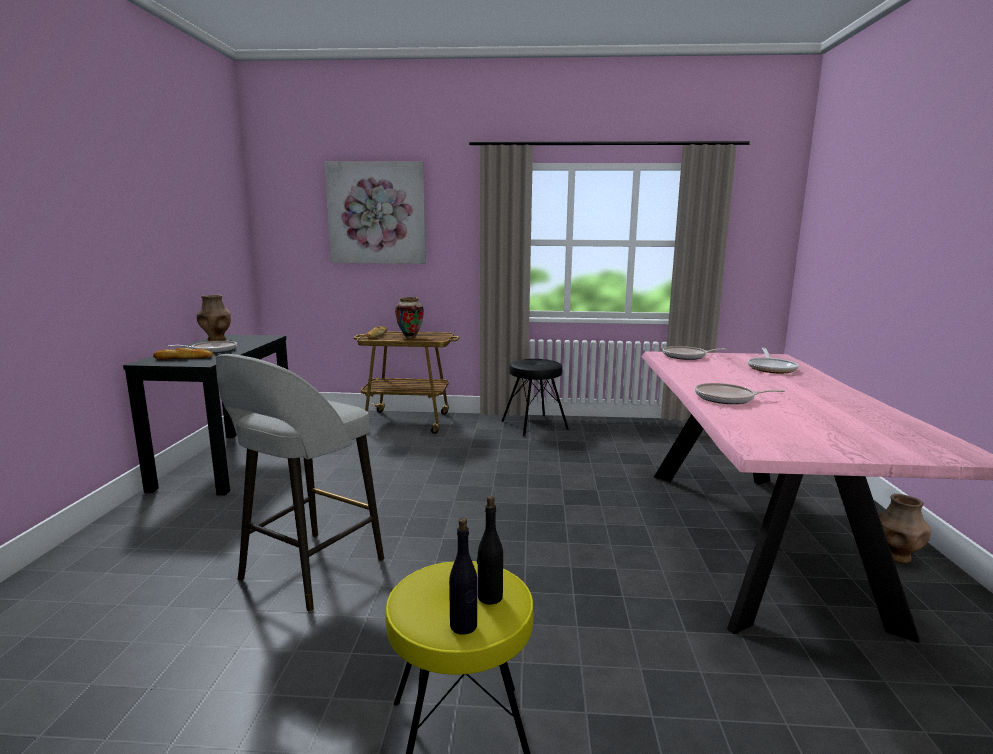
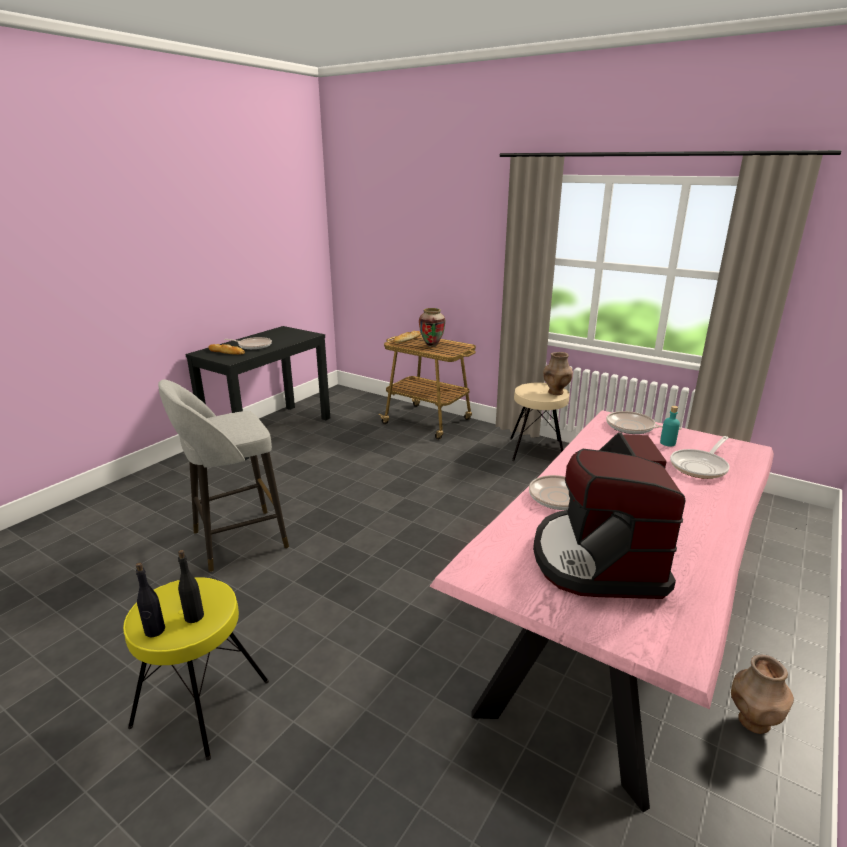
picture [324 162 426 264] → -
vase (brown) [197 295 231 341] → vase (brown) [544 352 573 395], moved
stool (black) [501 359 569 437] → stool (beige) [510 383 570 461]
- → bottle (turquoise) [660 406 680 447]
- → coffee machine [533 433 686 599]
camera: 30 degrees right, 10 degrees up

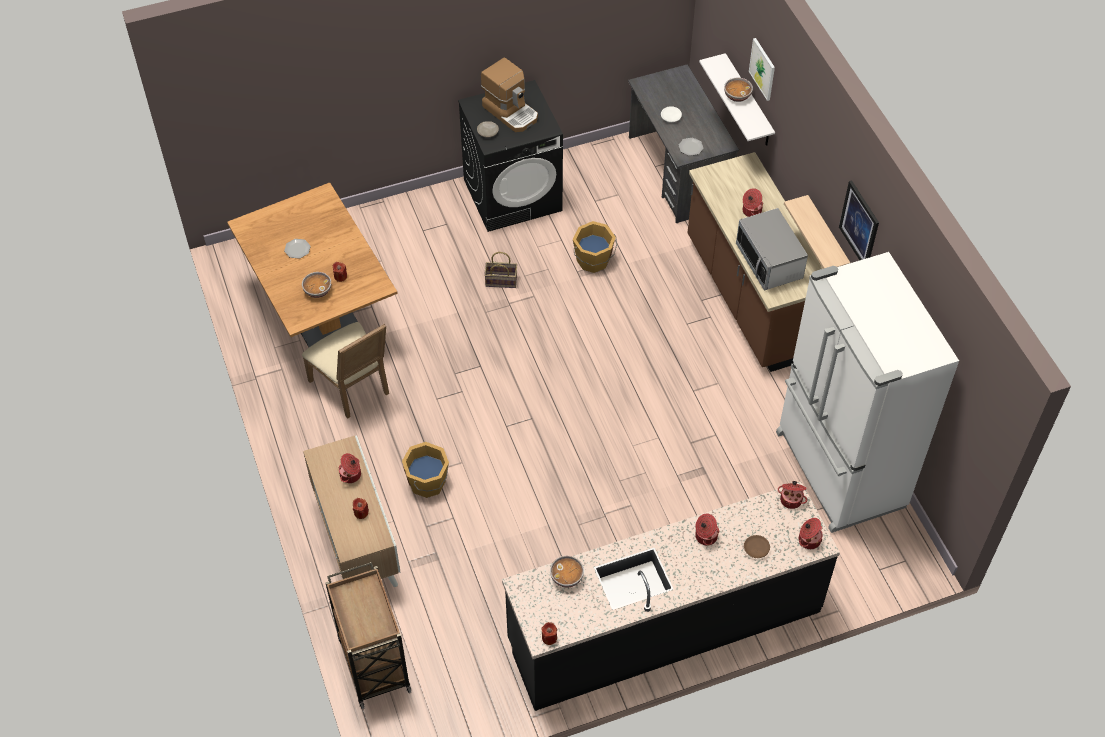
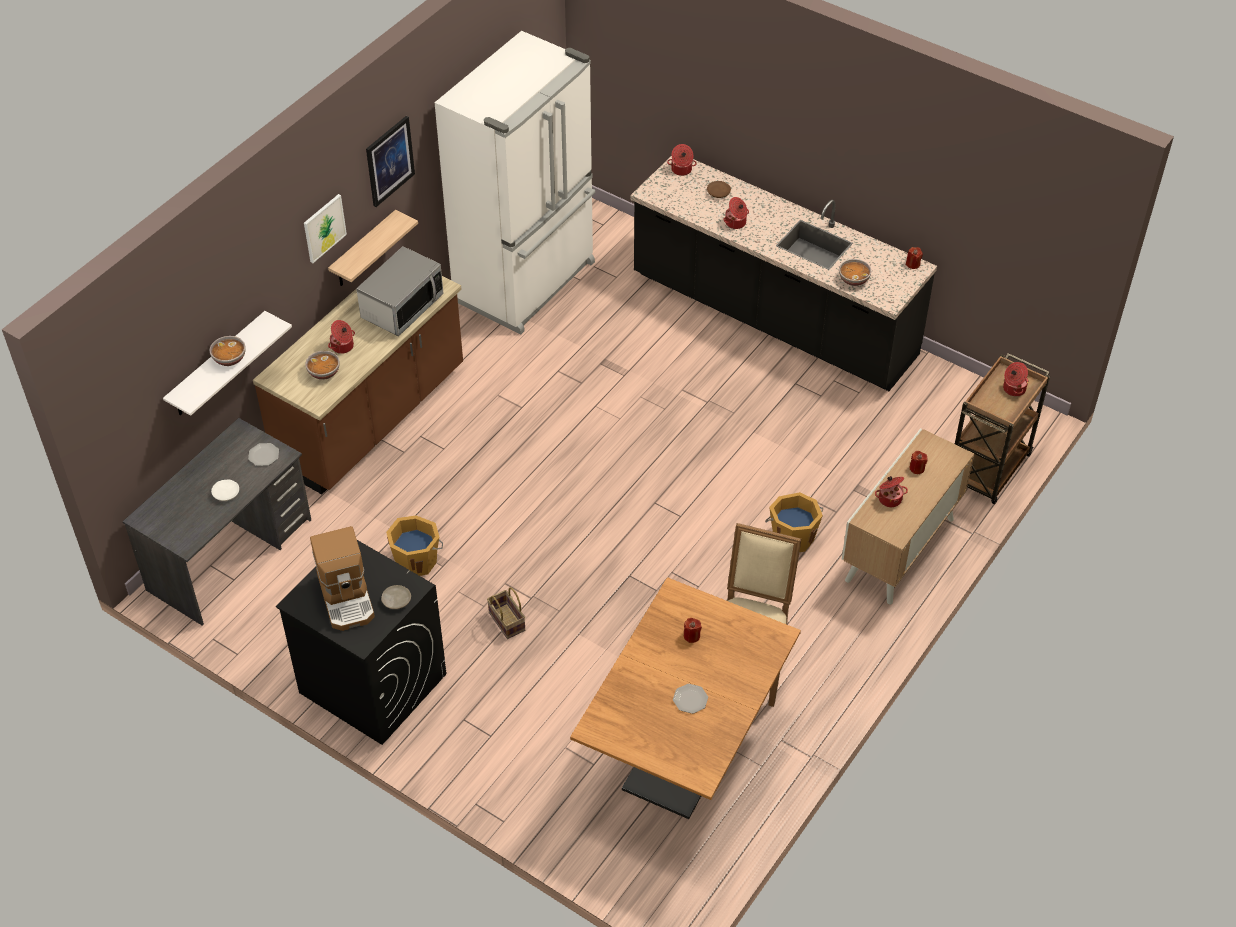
picture [749 38 775 101] → picture [304 194 347 263], moved
coffee machine [481 58 538 132] → coffee machine [310 526 375 631], 150 degrees clockwise
bowl [302 272 331 298] → bowl [305 351 340 380], moved
cooking pot [778 481 807 509] → cooking pot [1003 362 1028 396], moved
camera: 125 degrees left, 5 degrees down

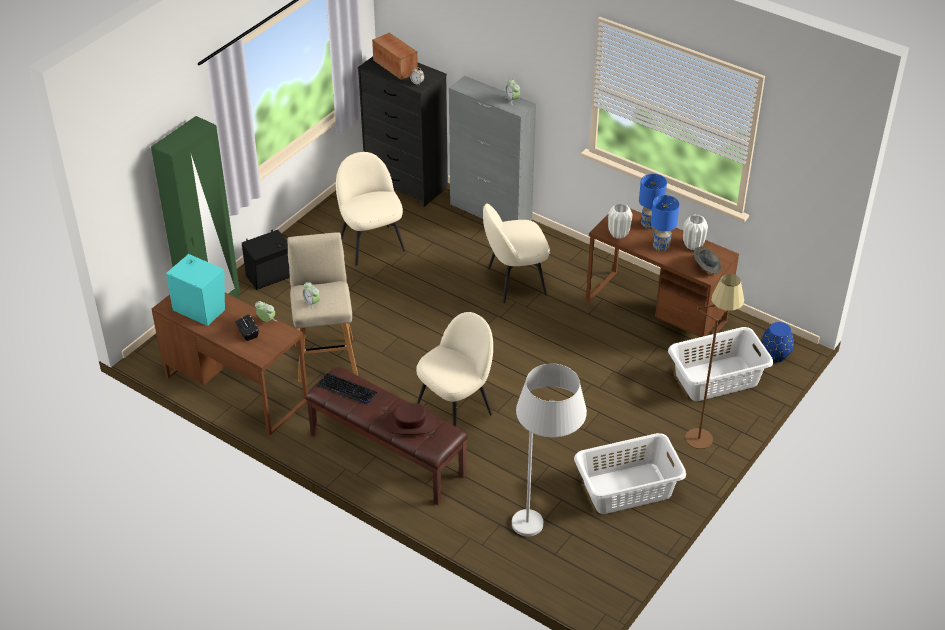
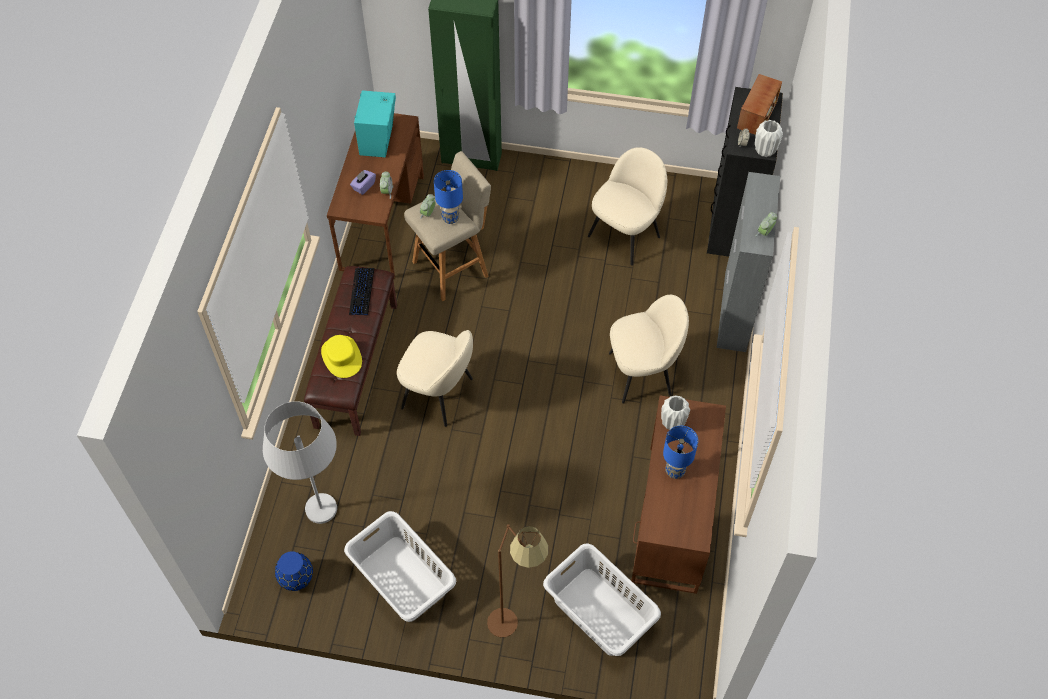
table lamp (blue) [639 174 667 229] → table lamp (blue) [434 170 463 224], moved
chair (beige) [483 204 550 303] → chair (beige) [609 295 689 404], 120 degrees clockwise
vase (white) [683 215 708 250] → vase (white) [755 120 783 157], moved
speaker (black) [242 230 290 290] → -
hat (grey) [693 247 721 274] → -
tissue box (black) [235 315 259 341] → tissue box (purple) [350 170 376 195]
vase (blue) [761 322 794 363] → vase (blue) [275 551 313 591], moved
hat (brown) [385 403 436 434] → hat (yellow) [321 335 362 378]
camera: 65 degrees right, 15 degrees up

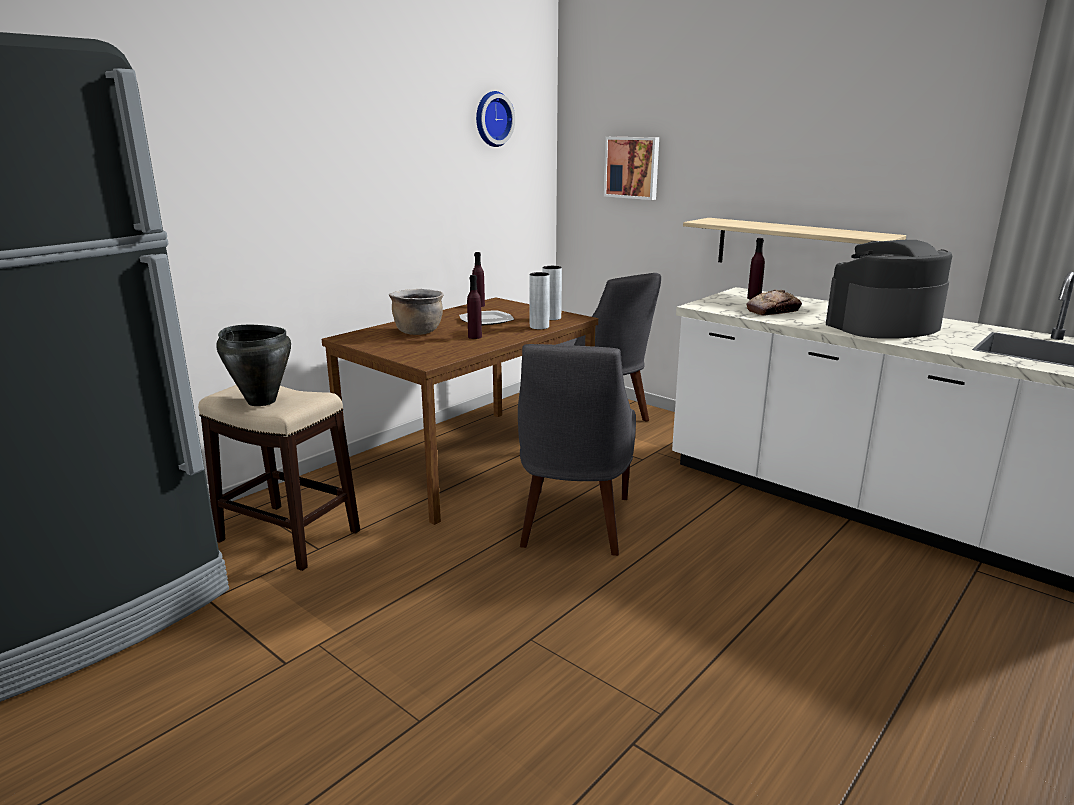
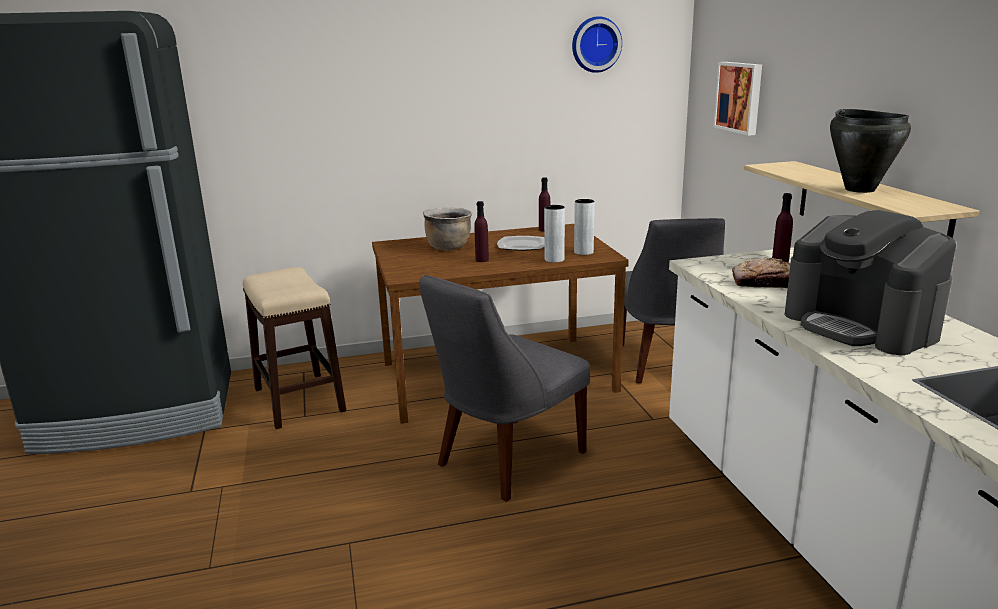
coffee machine [826 240 952 339] → coffee machine [785 210 956 355], 135 degrees counterclockwise
cooking pot (black) [216 325 291 406] → cooking pot (black) [830 109 911 193], moved
camera: 35 degrees right, 0 degrees up

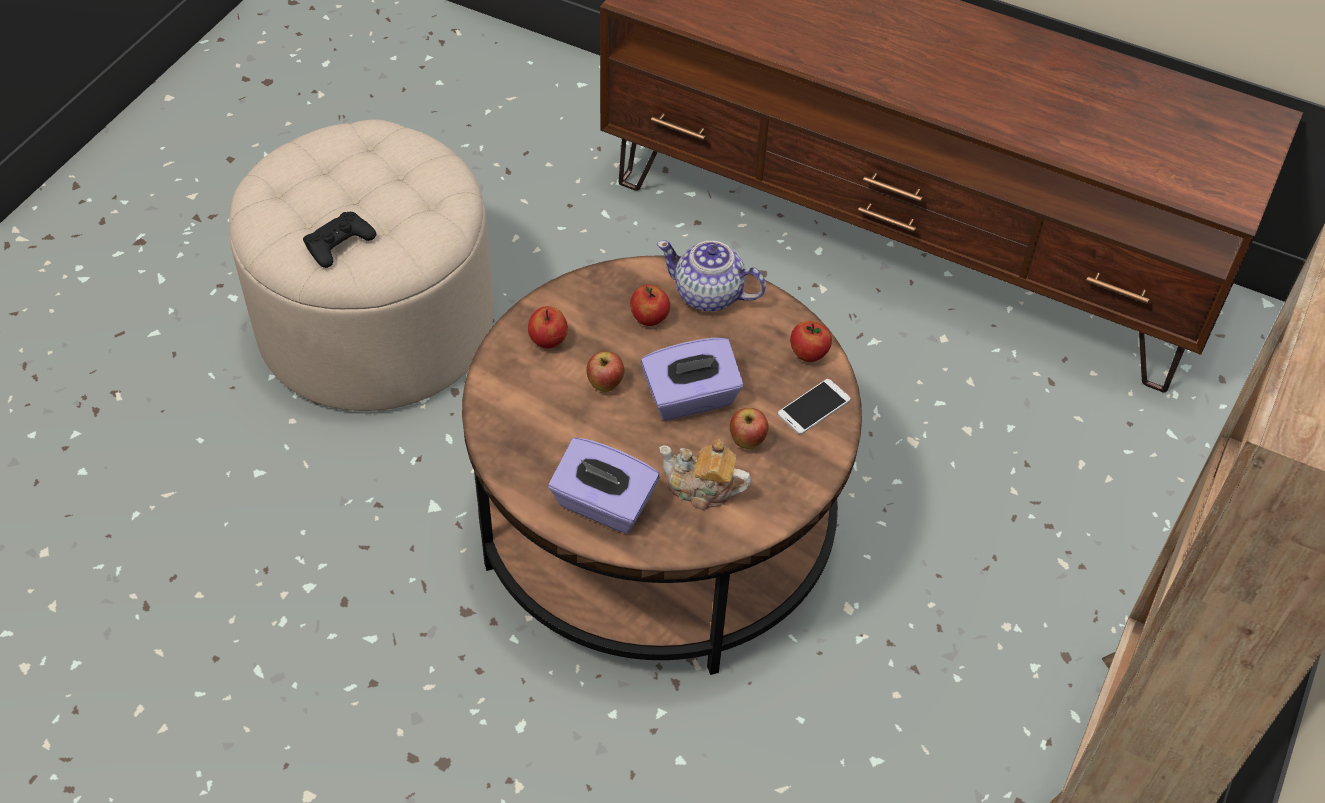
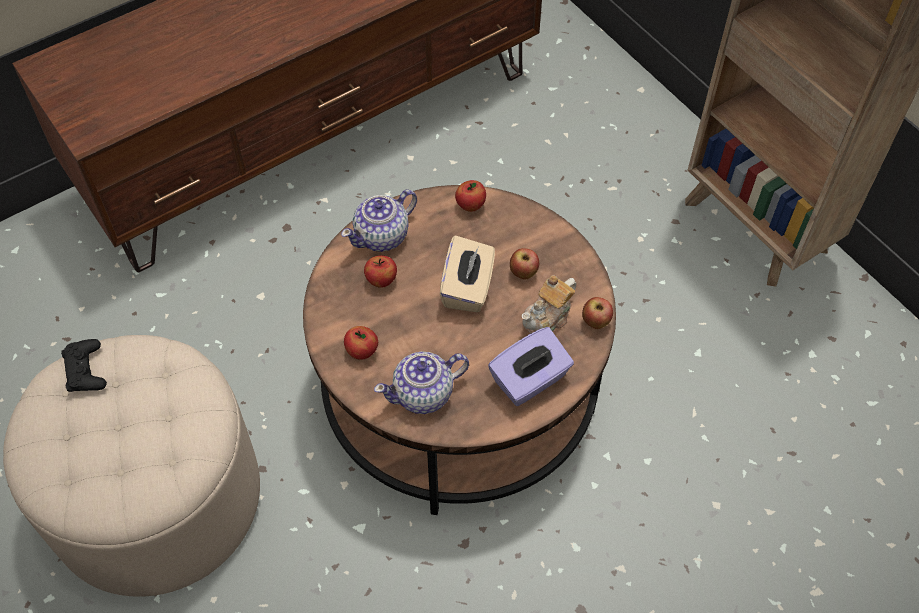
game controller (black) [303 212 376 268] → game controller (black) [61 339 107 392], moved
tissue box (purple) [641 338 744 420] → tissue box (beige) [440 235 495 312]
apple [586 351 625 392] → apple [582 297 613 329], moved
phone [778 379 851 434] → -
- → teapot [374 351 469 414]
camera: 60 degrees left, 5 degrees up

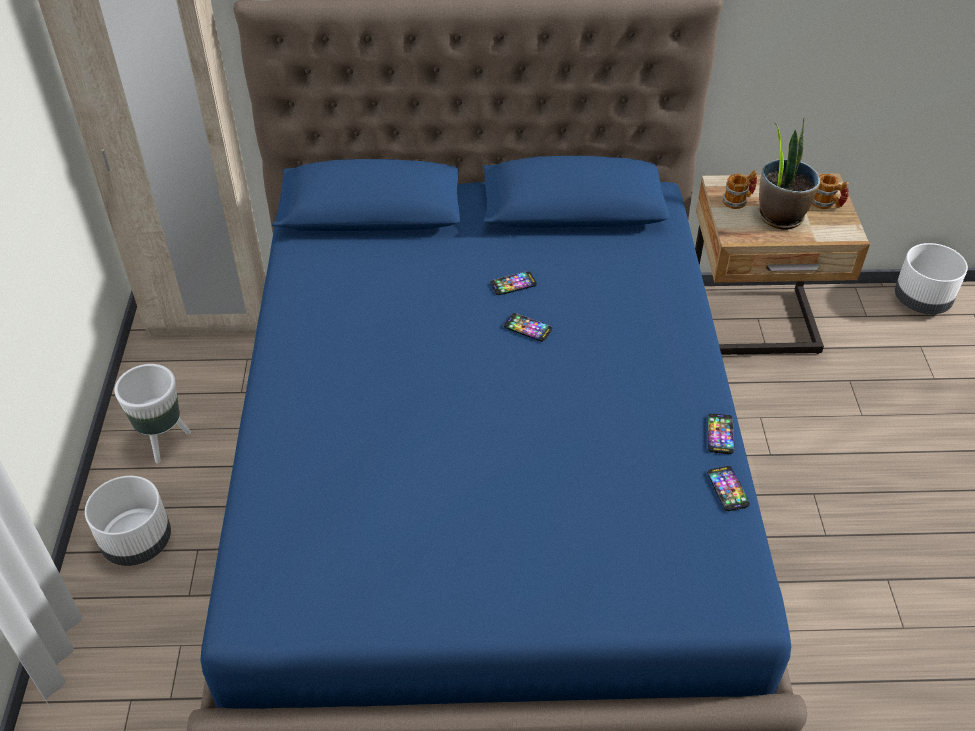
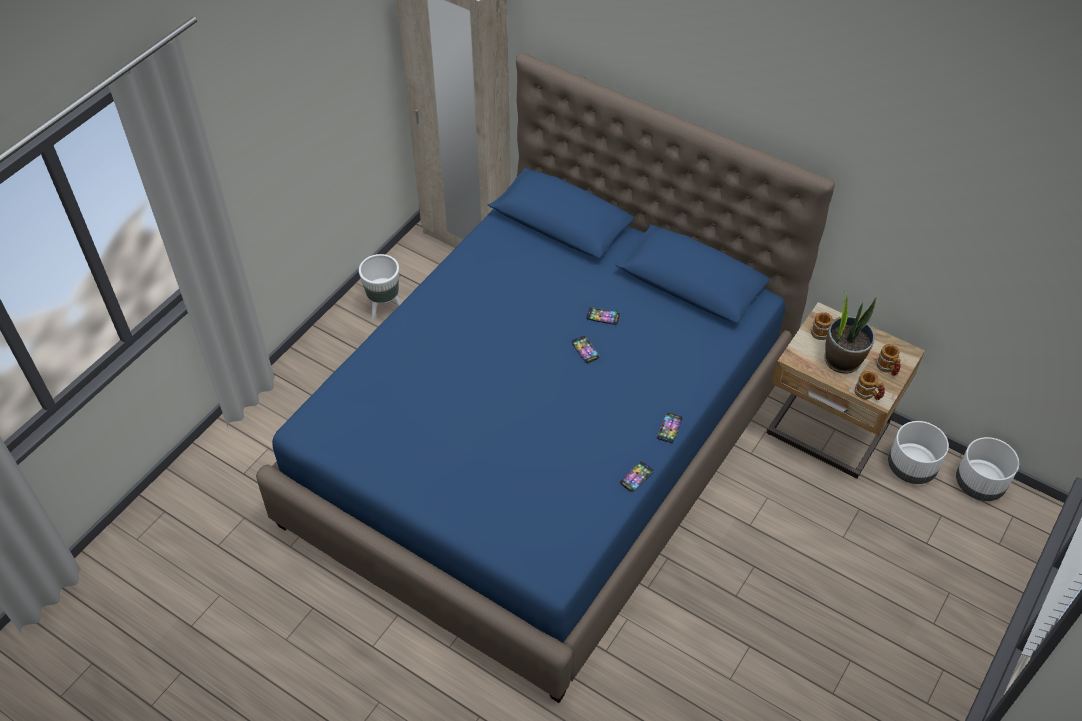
phone [707 466 750 511] → phone [657 413 682 443], moved
planter (white) [85 476 171 566] → planter (white) [888 421 949 484], moved
- → mug [855 371 885 400]
camera: 35 degrees right, 5 degrees up

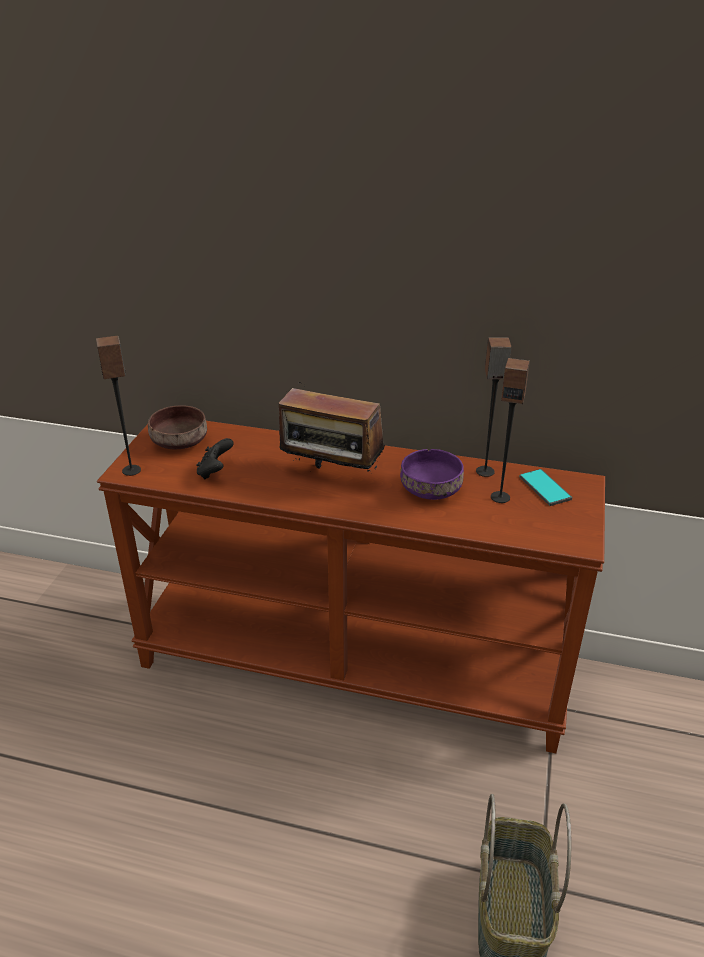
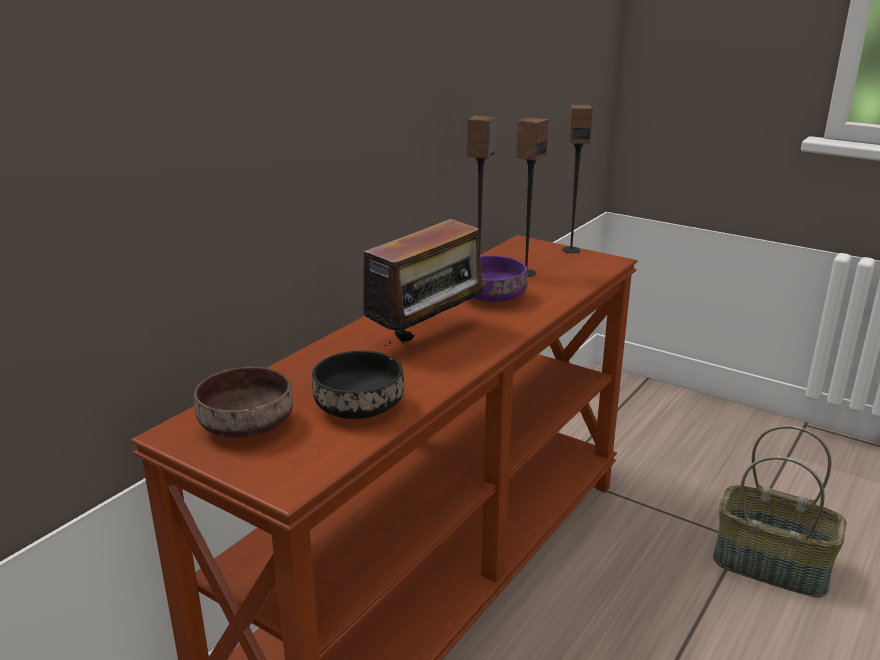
speaker [96 336 141 476] → speaker [562 105 593 253], moved
game controller (black) [196 438 234 480] → bowl (black) [312 351 404 419]
phone [519 469 572 506] → -
camera: 70 degrees left, 10 degrees down

